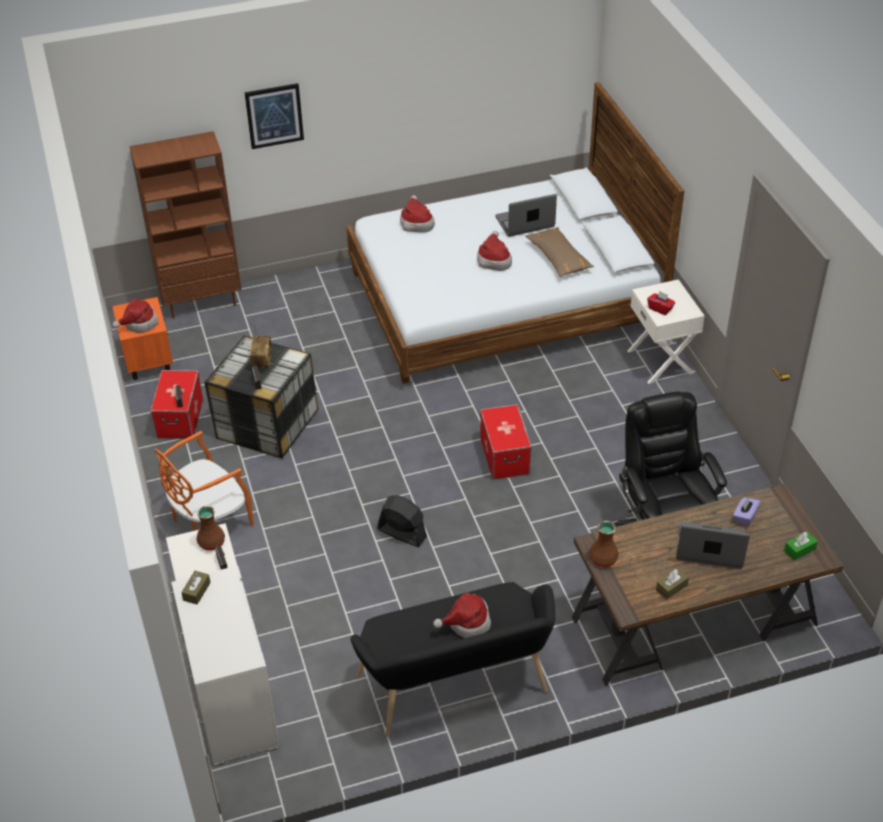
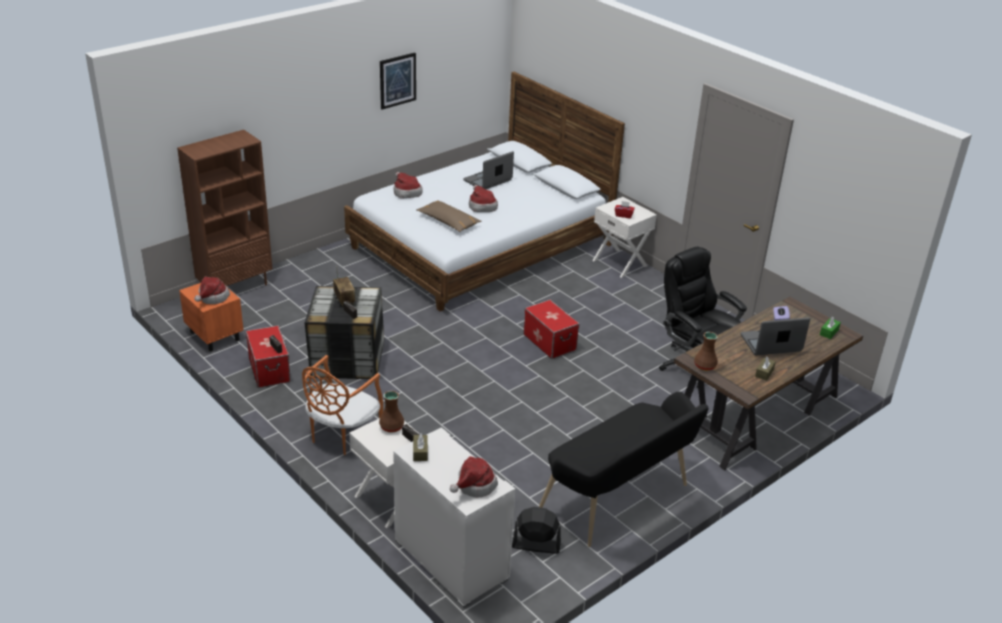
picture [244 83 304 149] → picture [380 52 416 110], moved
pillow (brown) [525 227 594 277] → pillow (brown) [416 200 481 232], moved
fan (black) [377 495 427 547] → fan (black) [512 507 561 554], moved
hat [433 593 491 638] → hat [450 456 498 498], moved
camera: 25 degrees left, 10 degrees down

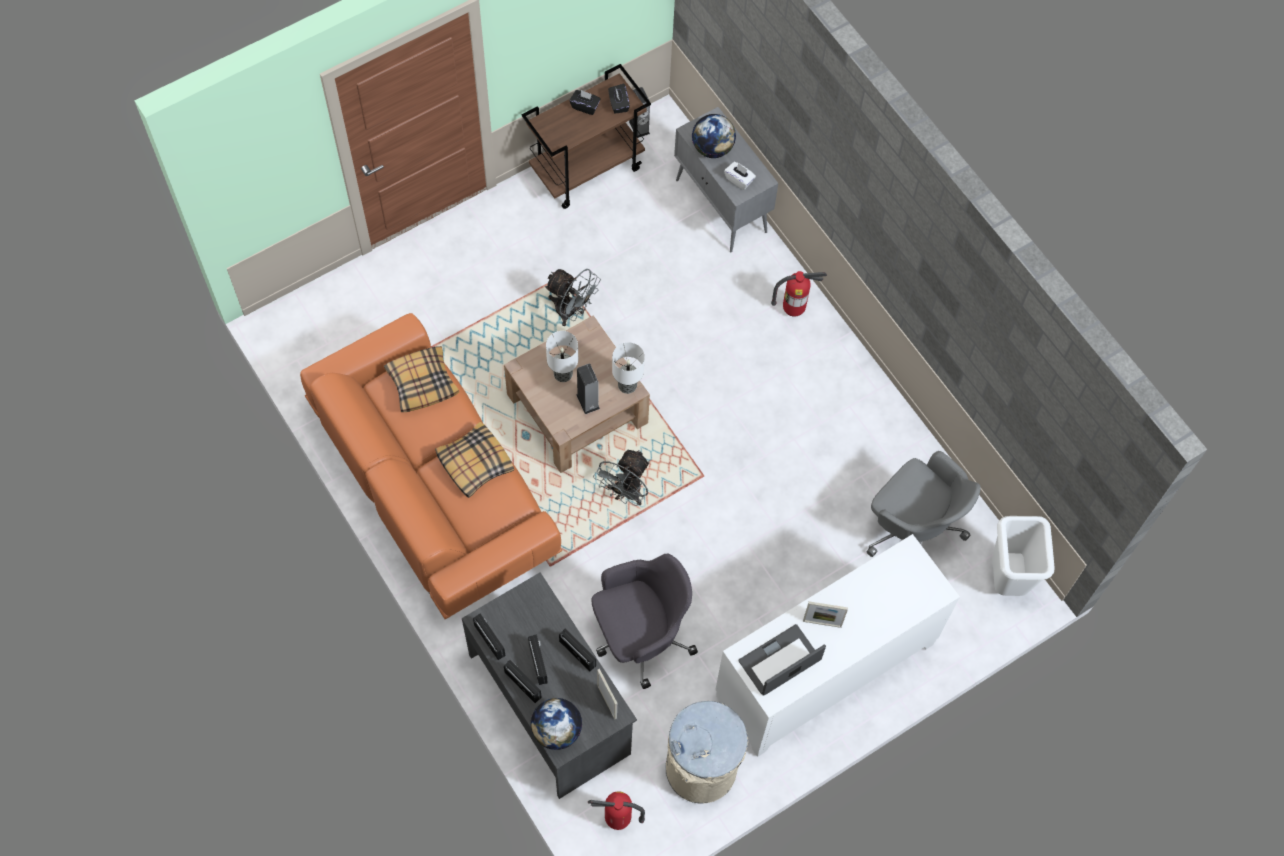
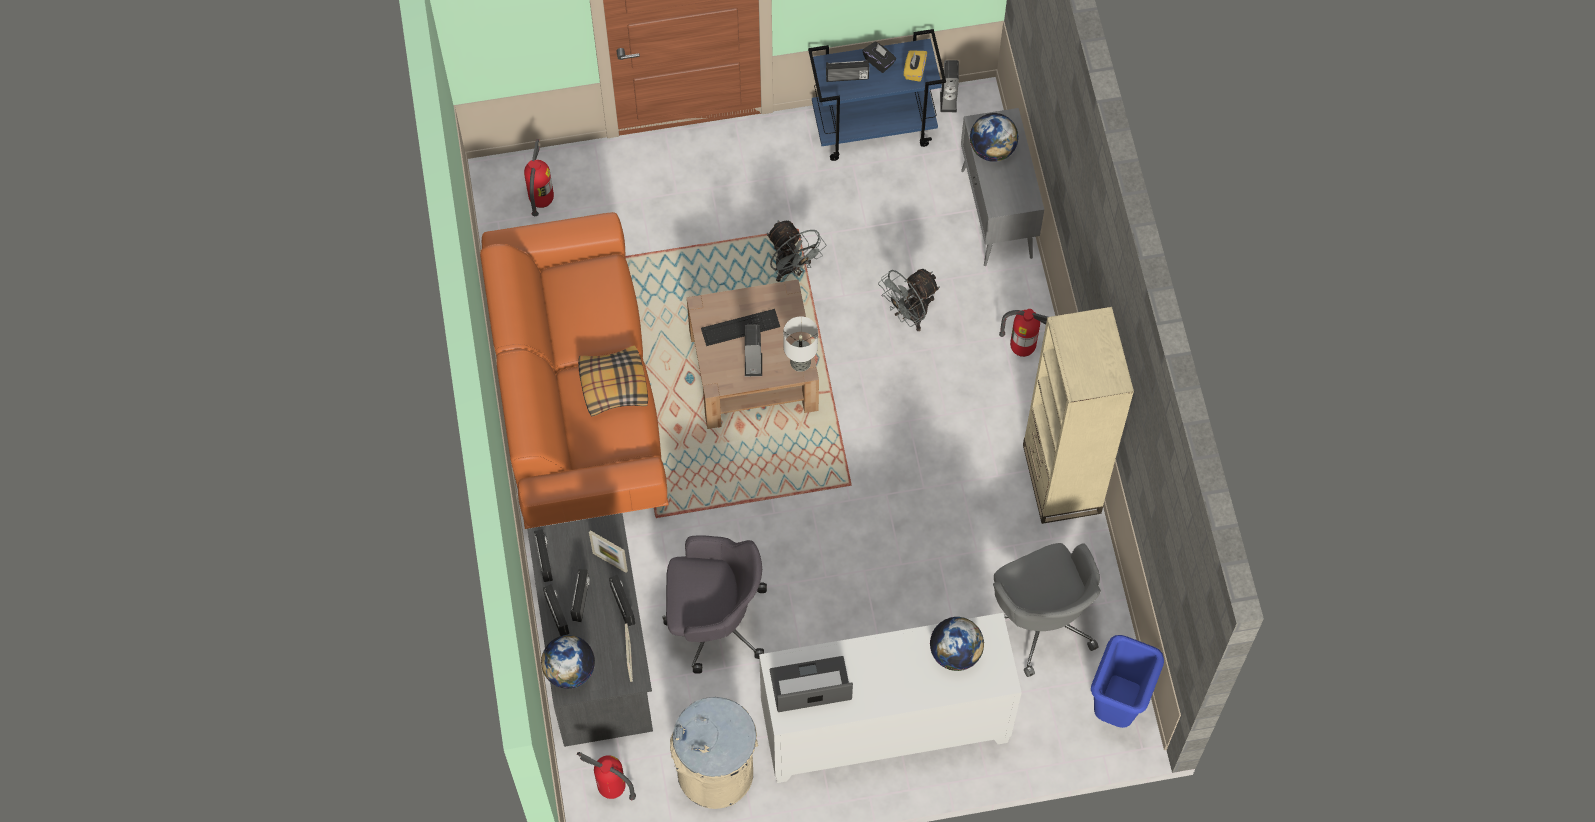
cart (brown) [522 64 651 209] → cart (blue) [808 29 946 161]
tissue box (black) [608 84 630 114] → tissue box (yellow) [904 50 927 82]
tissue box (white) [724 162 756 190] → -
table lamp [546 331 578 382] → keyboard [701 309 780 346]
pillow [384 346 459 412] → -
fan (grey) [593 449 650 506] → fan (grey) [878 269 940 331], moved
trash can (white) [992 516 1055 596] → trash can (blue) [1091 635 1164 728]
picture frame [803 601 848 628] → picture frame [589 530 628 573], moved
- → radio [826 60 869 82]
- → fire extinguisher [524 139 554 216]
- → bookcase (beige) [1023 307 1134 524]
- → globe [930 617 984 671]
camera: 25 degrees right, 0 degrees up

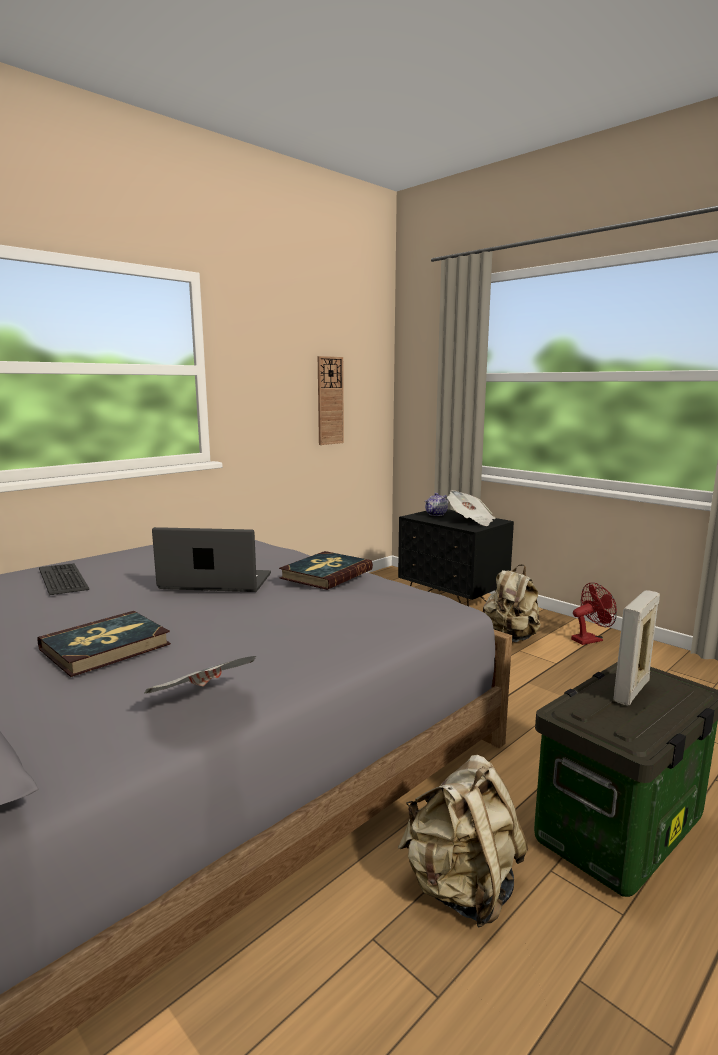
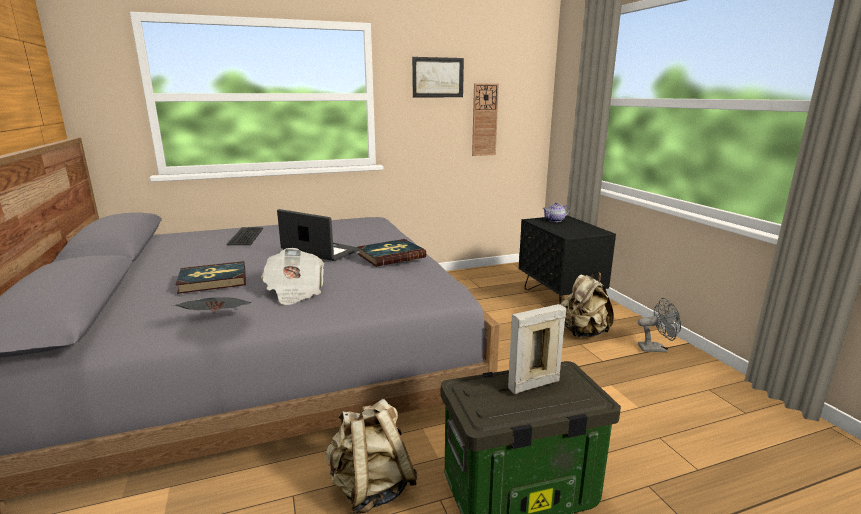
newspaper [447 490 495 526] → newspaper [261 248 324 305], moved
fan (red) [571 582 617 645] → fan (grey) [638 298 681 352]
- → picture [412 57 464 97]
camera: 25 degrees right, 5 degrees up

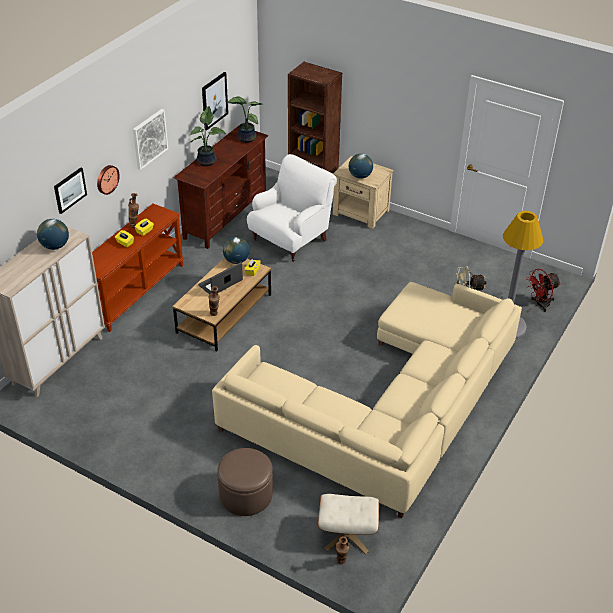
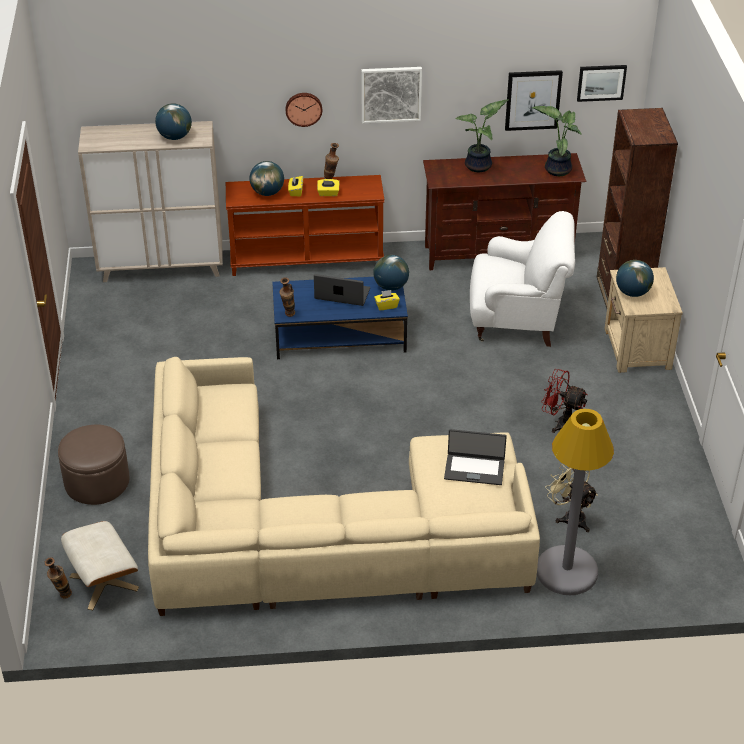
picture [54 168 87 214] → picture [577 65 627 102], moved
coffee table (brown) [172 258 271 351] → coffee table (blue) [272 277 408 359]
fan (red) [527 269 561 312] → fan (red) [541 369 588 433], moved
- → globe [250 161 284 196]
- → laptop [444 429 507 485]
camera: 55 degrees right, 0 degrees up

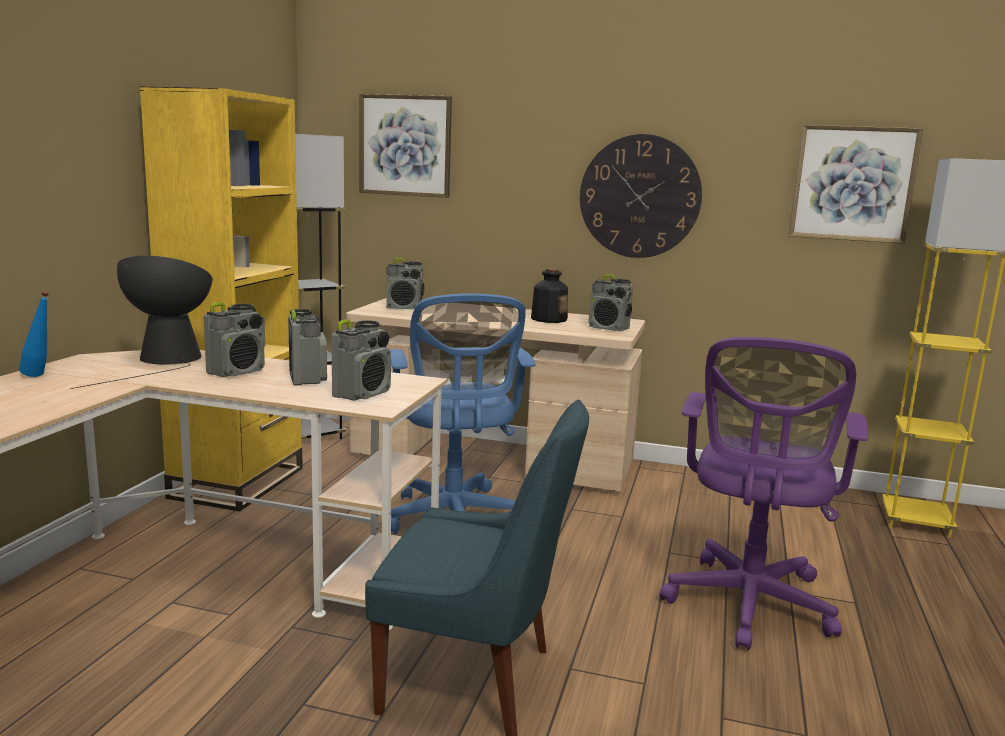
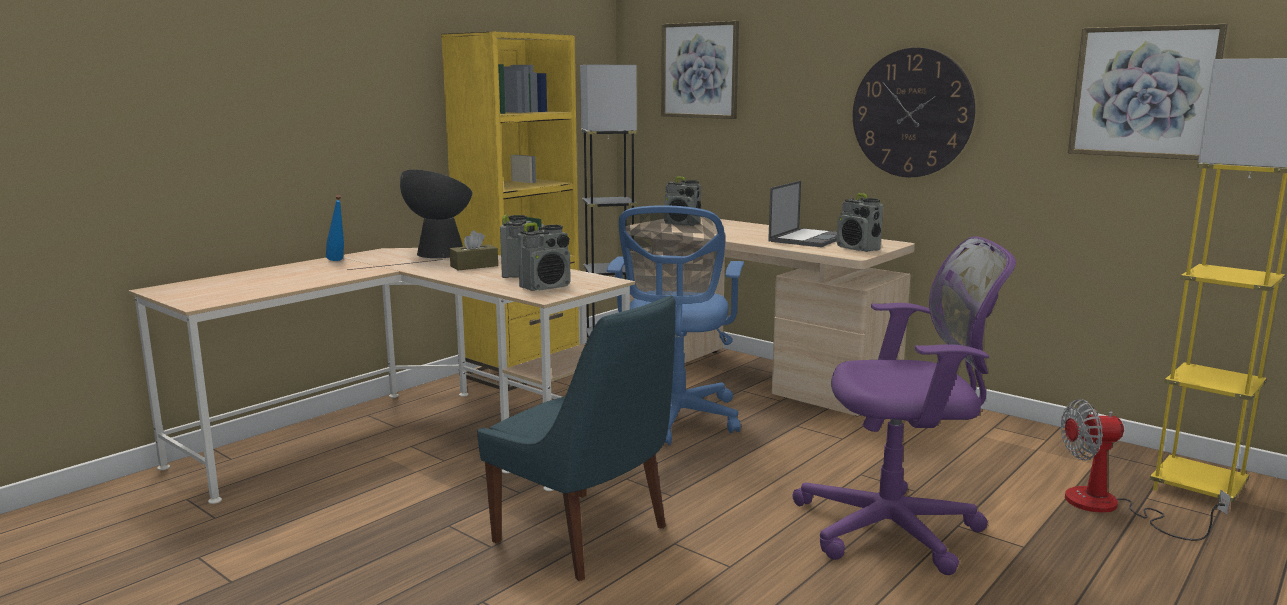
bottle [531 268 568 323] → laptop [768 181 837 247]
radio [203 302 265 377] → tissue box (brown) [450 230 498 270]
office chair (purple) [659 337 869 650] → office chair (purple) [793 236 1016 575], 135 degrees counterclockwise
- → fan [1061 399 1231 541]
camera: 25 degrees right, 0 degrees up

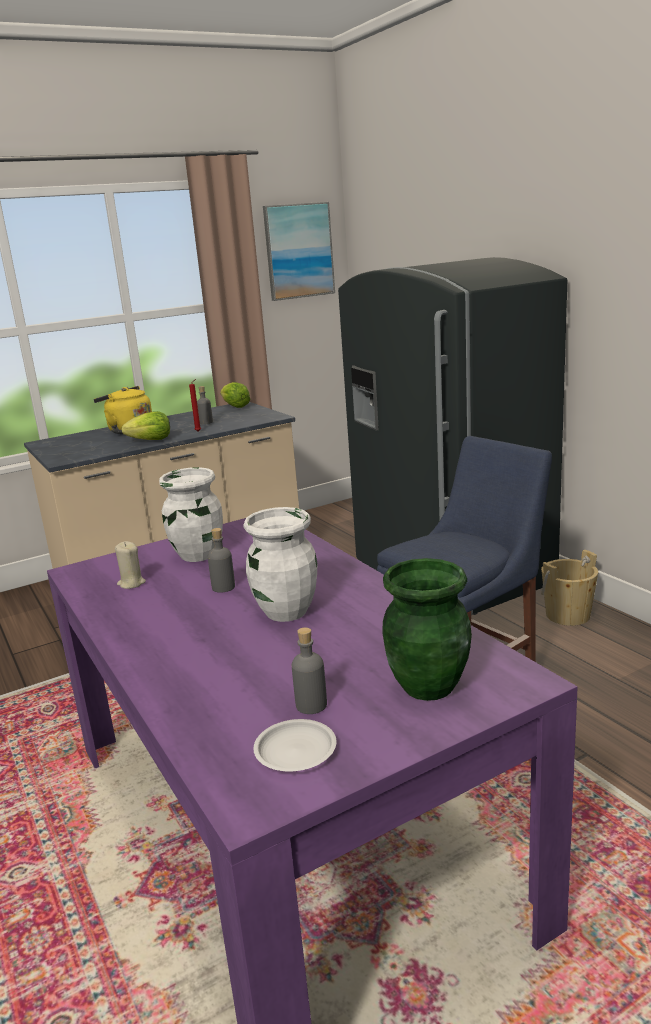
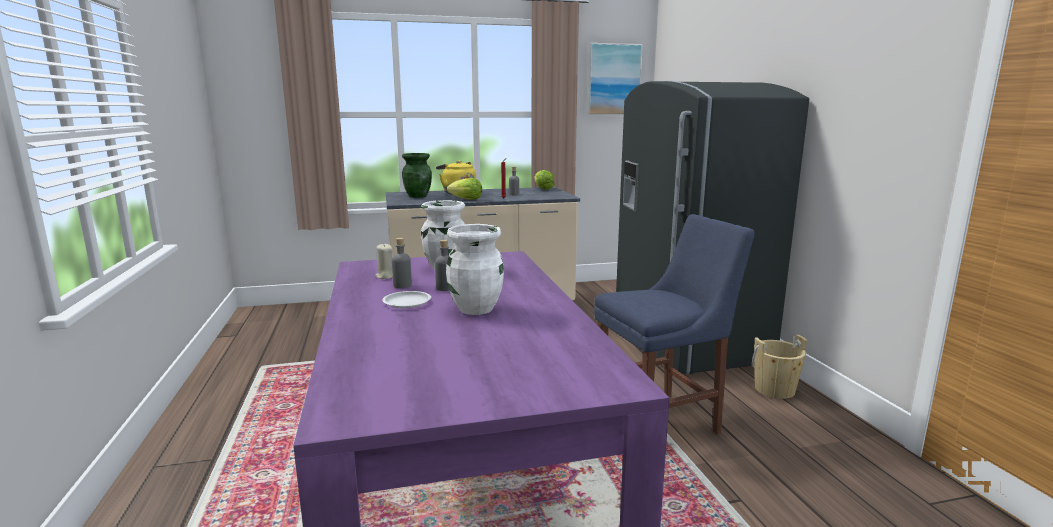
vase (green) [382 558 472 701] → vase (green) [402 153 432 198], moved
bottle (grey) [292 627 327 714] → bottle (grey) [392 238 412 288], moved
plate (white) [253 719 337 771] → plate (white) [382 291 431 308], moved
camera: 15 degrees right, 5 degrees down

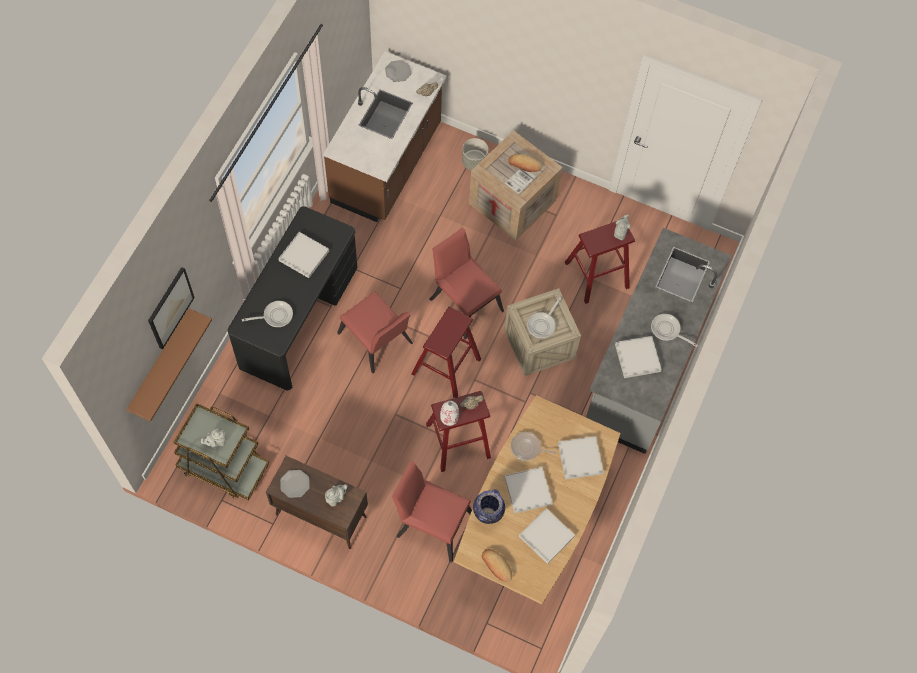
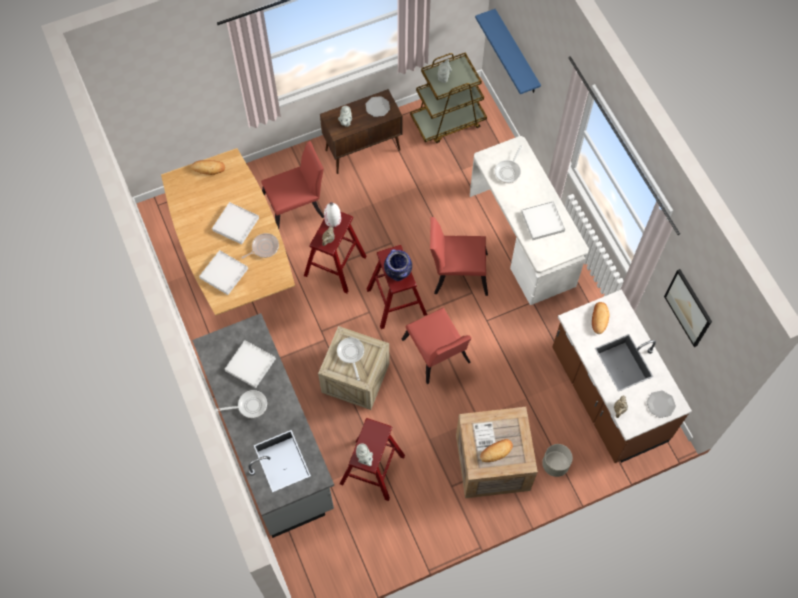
desk (black) [228 206 357 391] → desk (white) [470 136 589 305]
chair (red) [429 227 504 340] → chair (red) [402 308 472 384], 60 degrees clockwise
picture [148 267 195 349] → picture [664 269 712 347], moved
shelf (brown) [126 308 212 421] → shelf (blue) [475 9 541 94]
vase [473 489 505 524] → vase [384 249 412 281], moved
tray (white) [519 508 575 564] → -
- → bread [592 302 609 334]
camera: 135 degrees right, 0 degrees up

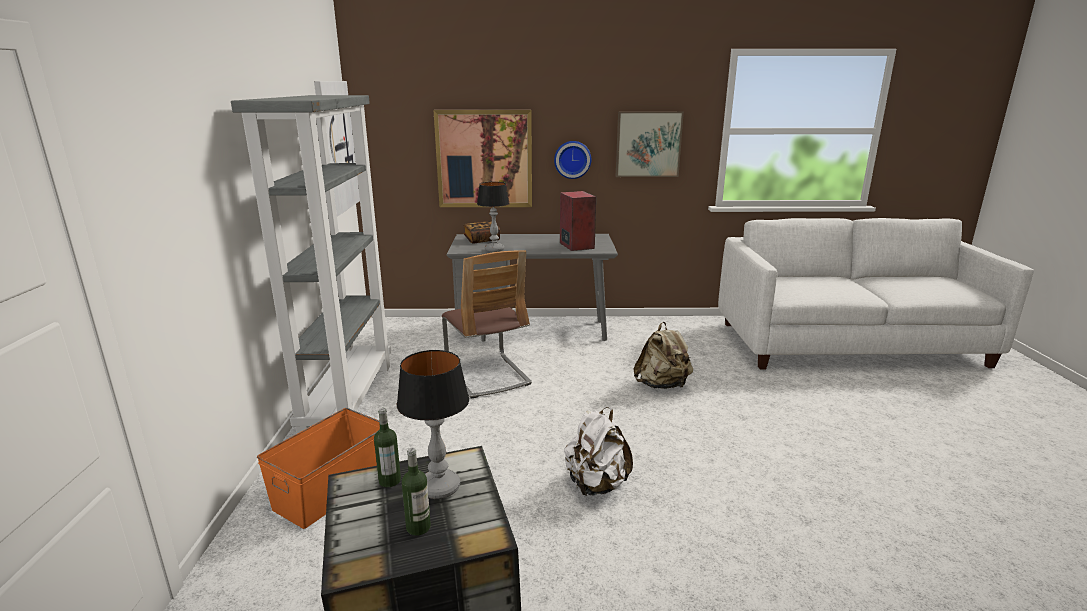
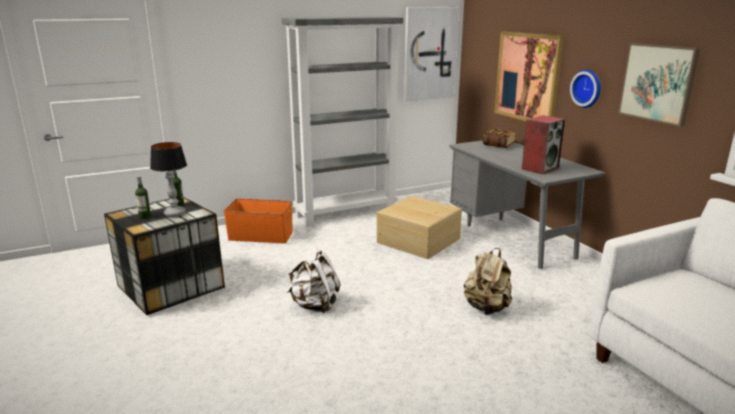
table lamp [477 182 510 252] → -
chair [442 250 532 398] → storage box (beige) [377 196 462 259]
camera: 65 degrees right, 0 degrees up

